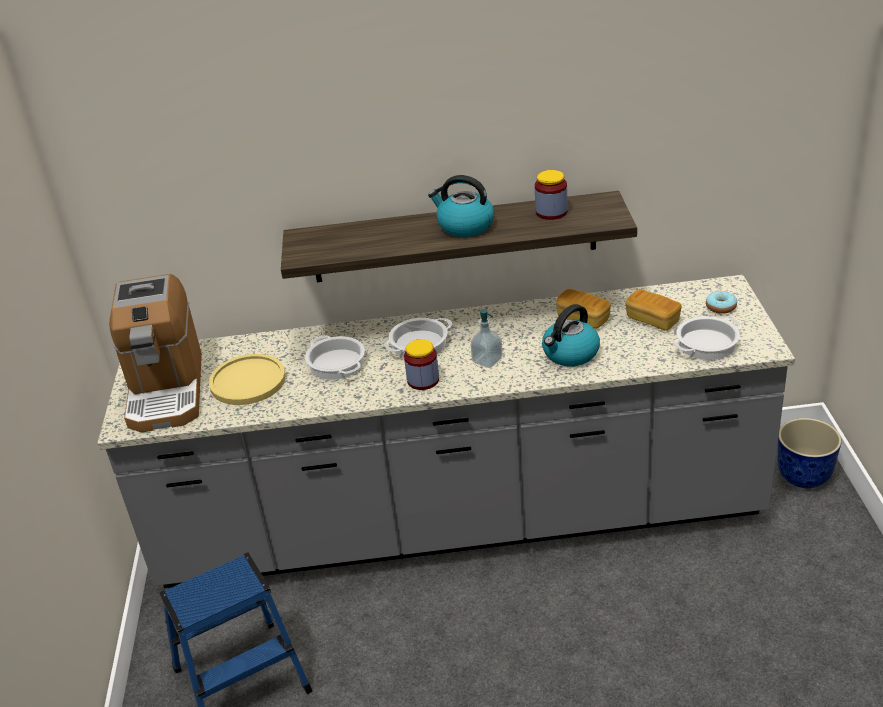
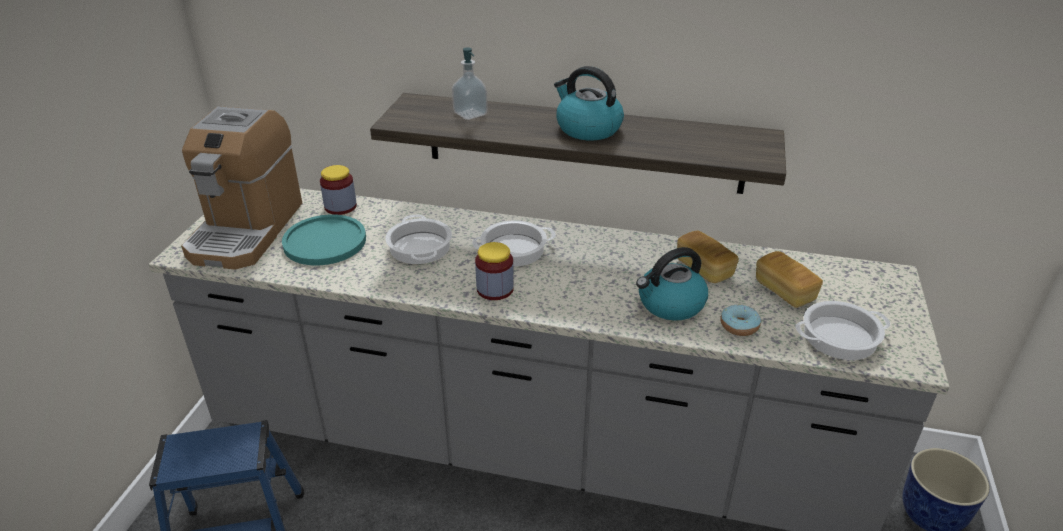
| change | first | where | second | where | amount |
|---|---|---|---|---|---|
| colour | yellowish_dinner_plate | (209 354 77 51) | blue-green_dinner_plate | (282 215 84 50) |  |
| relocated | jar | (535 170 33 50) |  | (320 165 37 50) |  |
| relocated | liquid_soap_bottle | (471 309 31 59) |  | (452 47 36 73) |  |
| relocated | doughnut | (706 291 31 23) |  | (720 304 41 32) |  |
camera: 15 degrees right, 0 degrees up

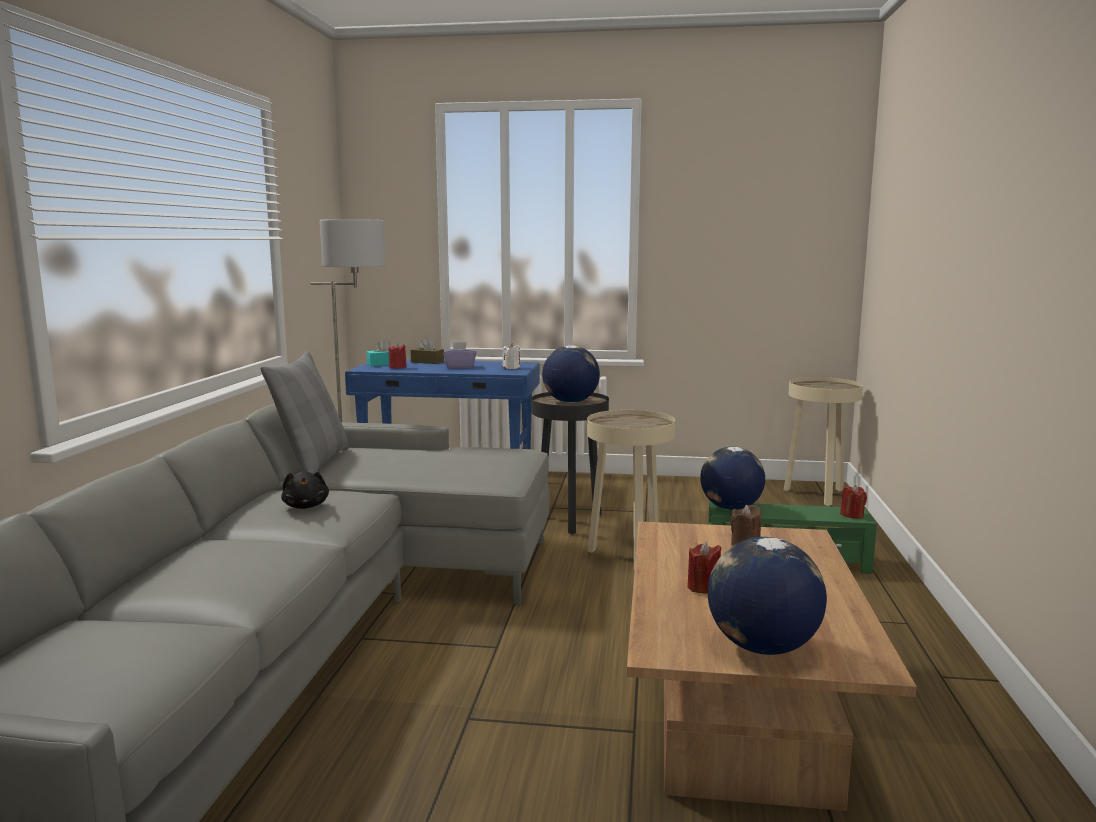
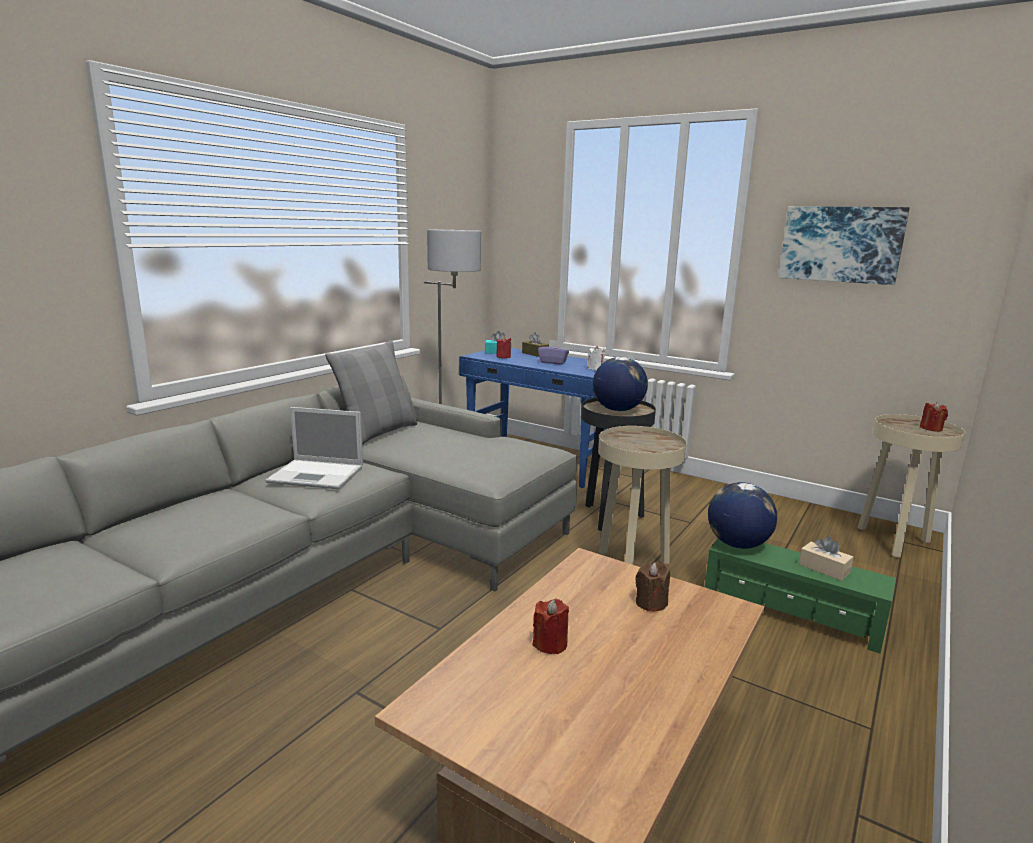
| change | first | where | second | where | amount |
|---|---|---|---|---|---|
| exchanged | black-coloured_plush_toy | (281 471 48 38) | notebook_computer | (266 407 97 82) |  |
| appeared |  |  | wall_art | (779 206 131 79) |  |
| appeared |  |  | beige_tissue_holder | (799 536 54 45) |  |
| relocated | red_candle | (840 485 27 34) |  | (920 402 28 30) |  |
| missing | globe | (708 537 119 118) |  |  |  |
camera: 25 degrees right, 5 degrees up

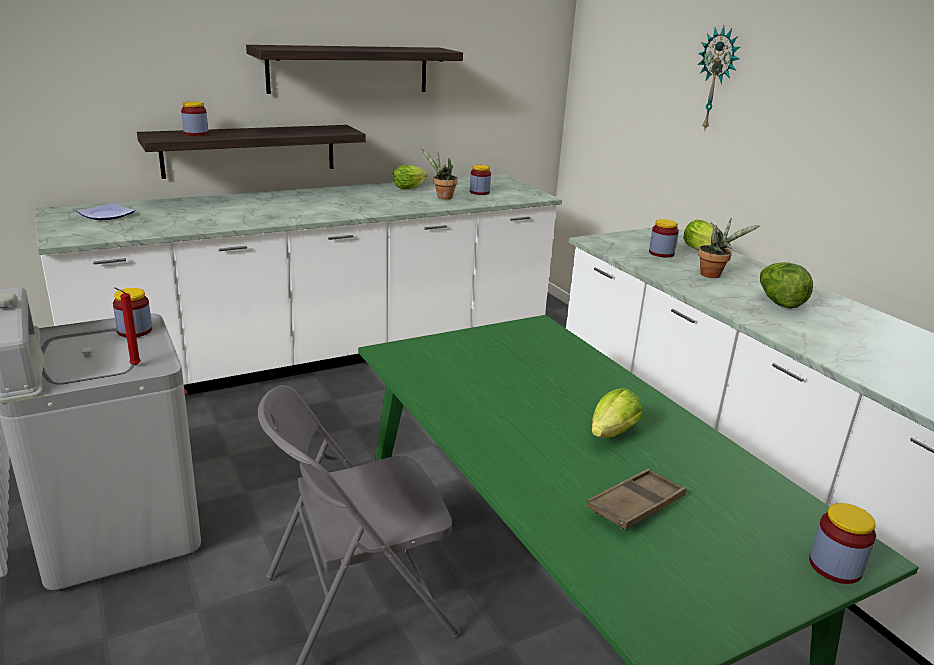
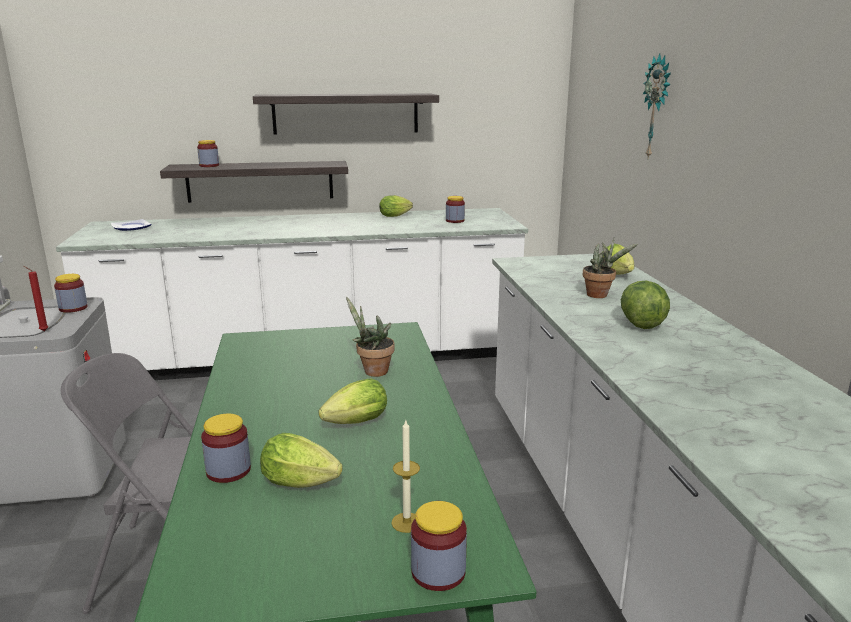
| change | first | where | second | where | amount |
|---|---|---|---|---|---|
| relocated | jar | (649 219 30 38) |  | (201 414 50 69) |  |
| exchanged | brownish_serving_tray | (586 469 100 61) | lettuce_head | (260 433 83 55) |  |
| relocated | plant_in_a_pot | (422 149 36 50) |  | (346 296 49 81) |  |
| appeared |  |  | candle | (391 420 29 113) |  |
camera: 20 degrees right, 5 degrees down

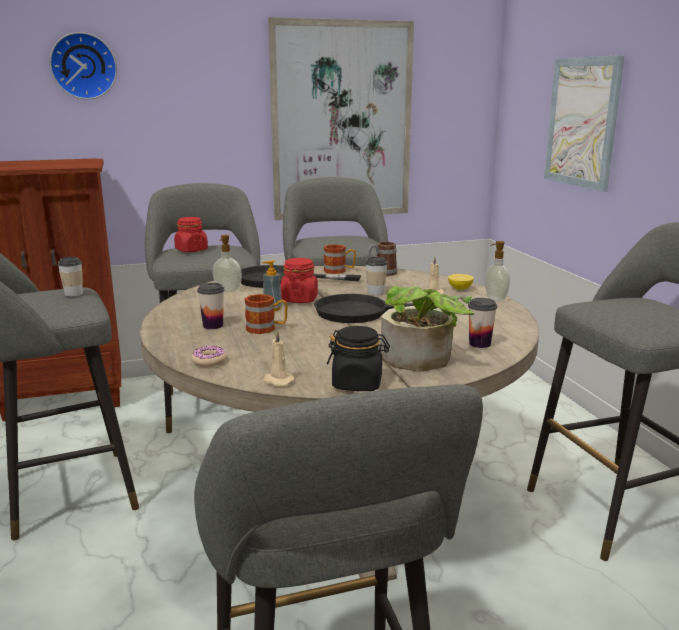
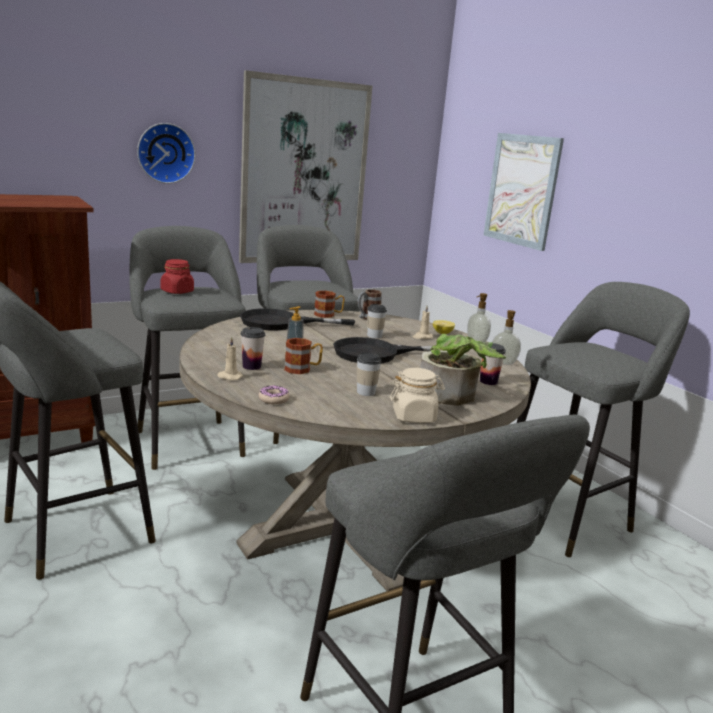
| change | first | where | second | where | amount |
|---|---|---|---|---|---|
| relocated | clock_on_the_wall | (50 32 67 67) |  | (137 123 59 61) |  |
| relocated | beige_candle | (264 330 30 56) |  | (217 336 26 44) |  |
| relocated | cup | (58 257 25 40) |  | (357 352 25 44) |  |
| colour | black-coloured_jar | (327 326 63 65) | beige_jar | (390 368 55 55) |  |
| relocated | liquid_soap_bottle | (213 235 29 57) |  | (492 310 29 55) |  |
| missing | red_jar | (281 258 37 45) |  |  |  |
camera: 15 degrees left, 0 degrees up

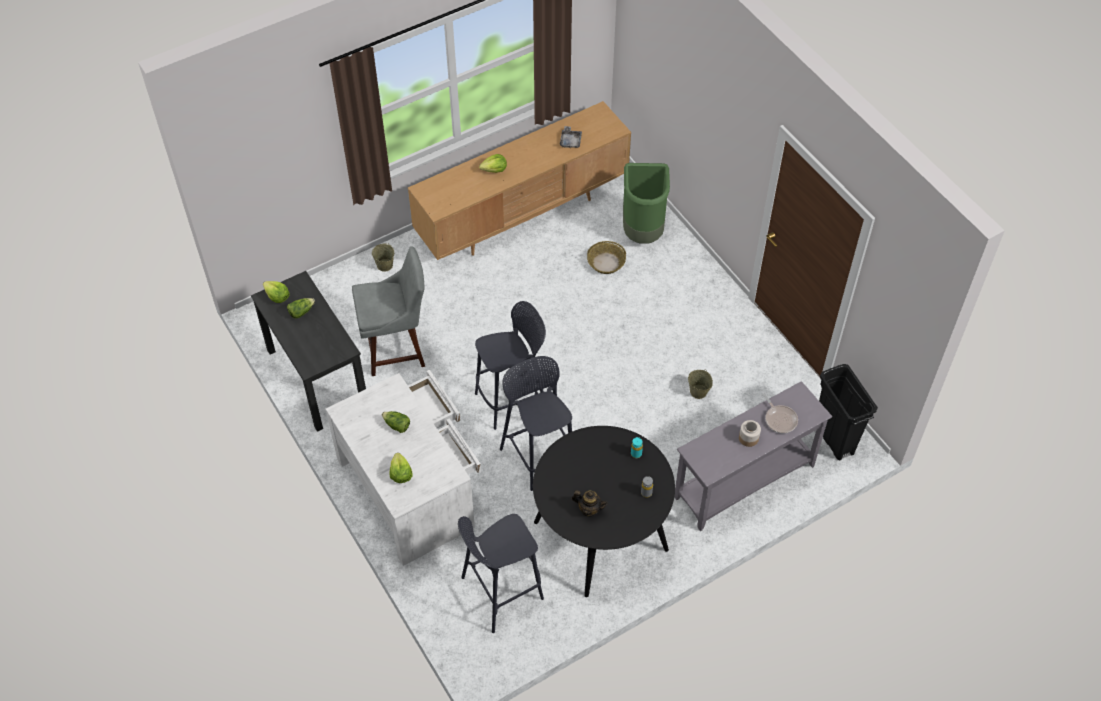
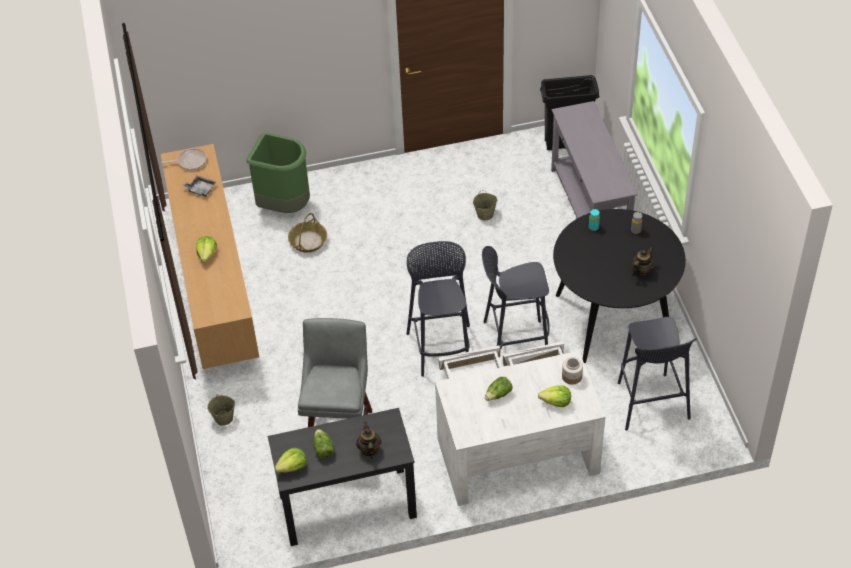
| change | first | where | second | where | amount |
|---|---|---|---|---|---|
| relocated | frying_pan | (762 393 36 40) |  | (161 148 46 22) |  |
| appeared |  |  | tea_pot | (356 421 26 38) |  |
| relocated | jar | (739 420 22 27) |  | (562 357 21 28) |  |
camera: 70 degrees left, 5 degrees down

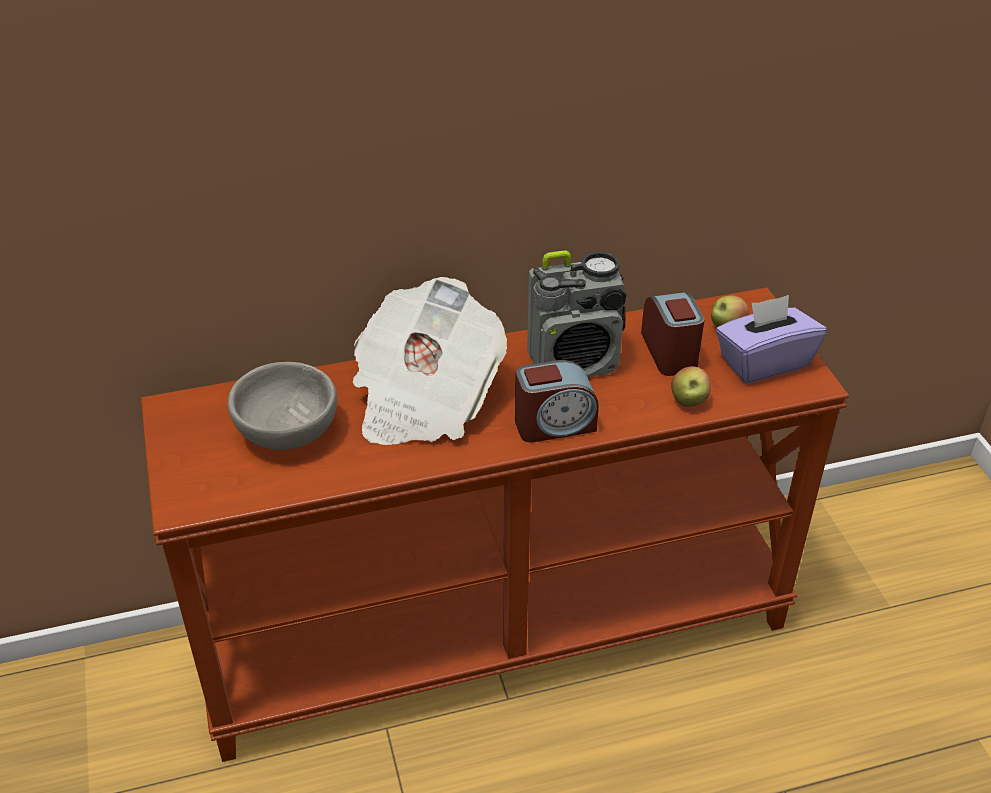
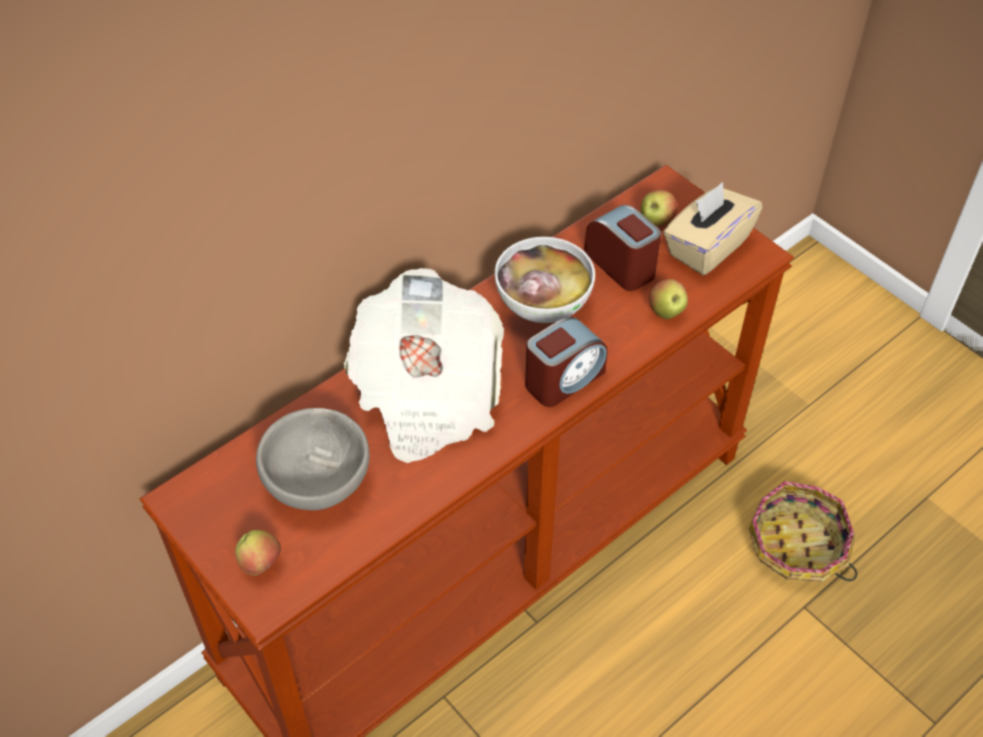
| change | first | where | second | where | amount |
|---|---|---|---|---|---|
| appeared |  |  | apple_fruit | (235 530 46 46) |  |
| exchanged | radio | (527 251 99 126) | bowl | (495 237 100 86) |  |
| colour | purple_tissue_holder | (716 295 110 88) | beige_tissue_holder | (663 182 100 93) |  |
| appeared |  |  | household_basket | (749 481 108 100) |  |
camera: 25 degrees left, 10 degrees up

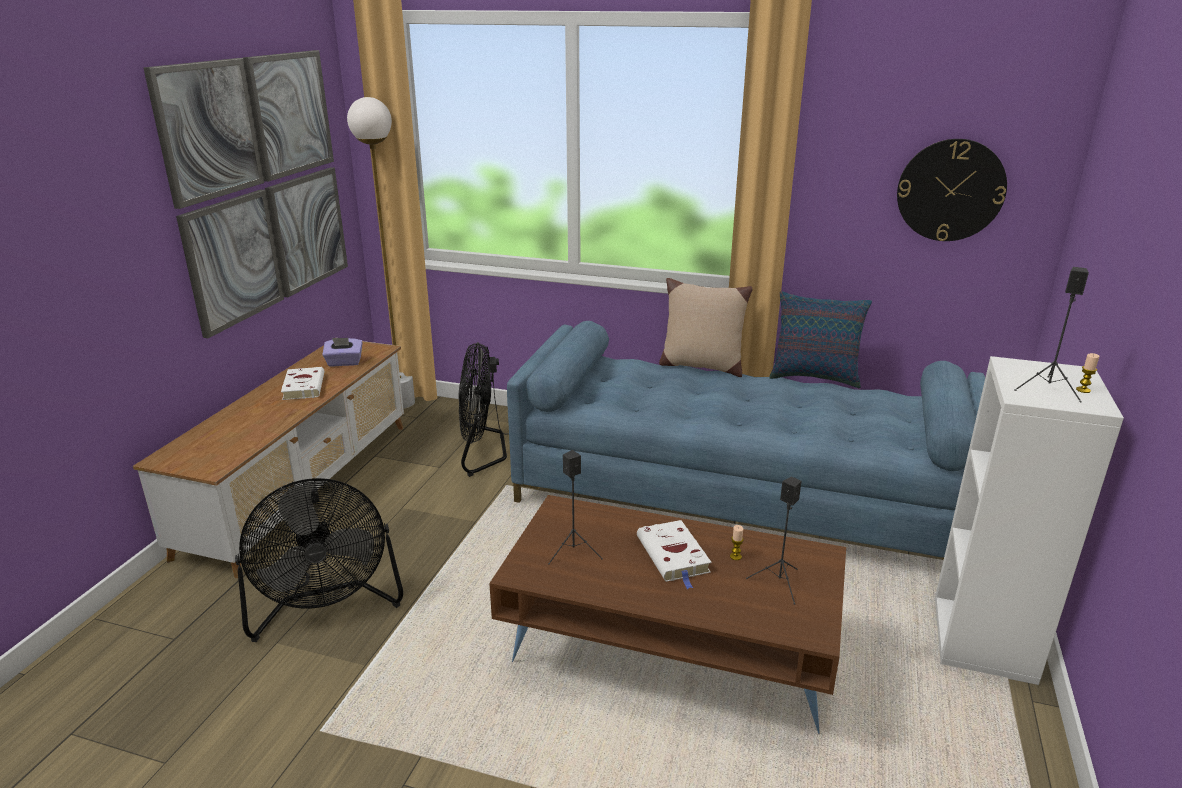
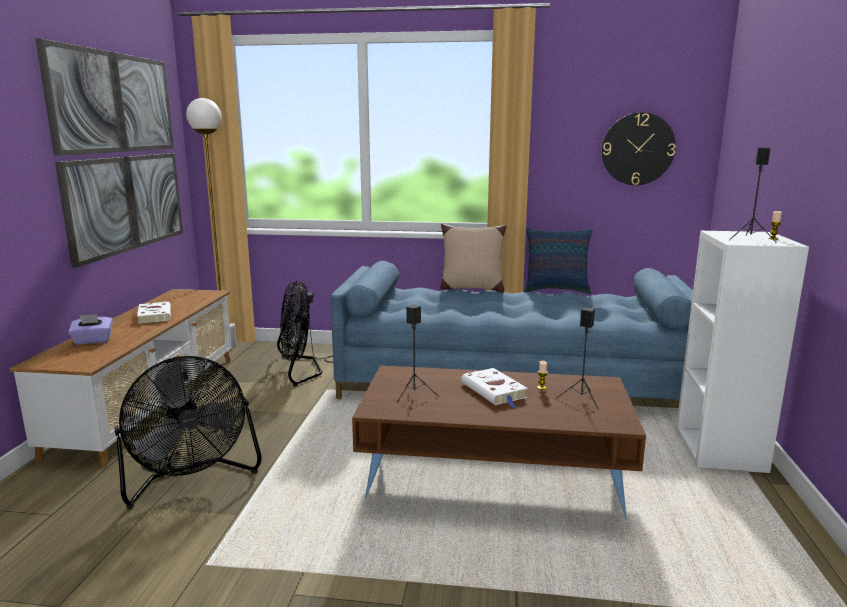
| change | first | where | second | where | amount |
|---|---|---|---|---|---|
| relocated | purple_tissue_holder | (322 338 41 28) |  | (68 314 45 31) |  |
camera: 10 degrees left, 10 degrees down

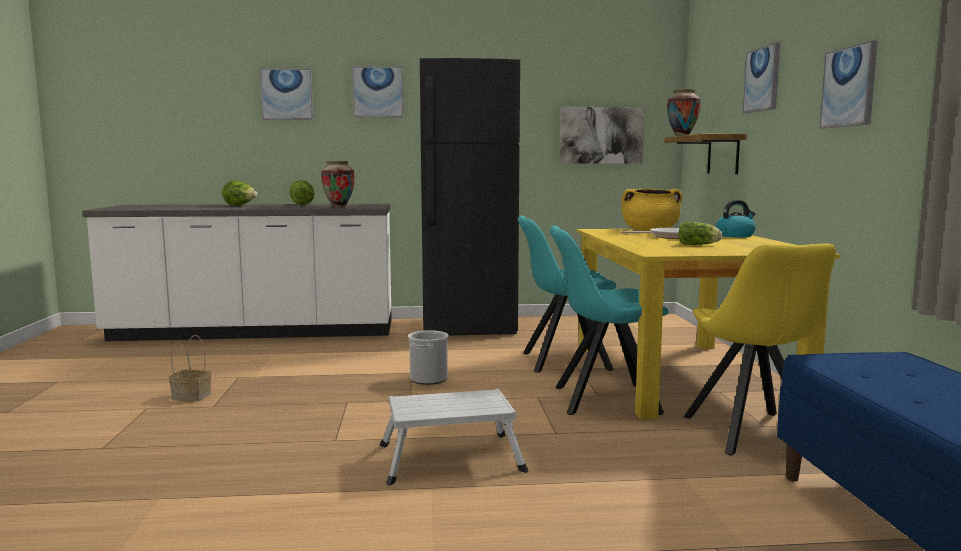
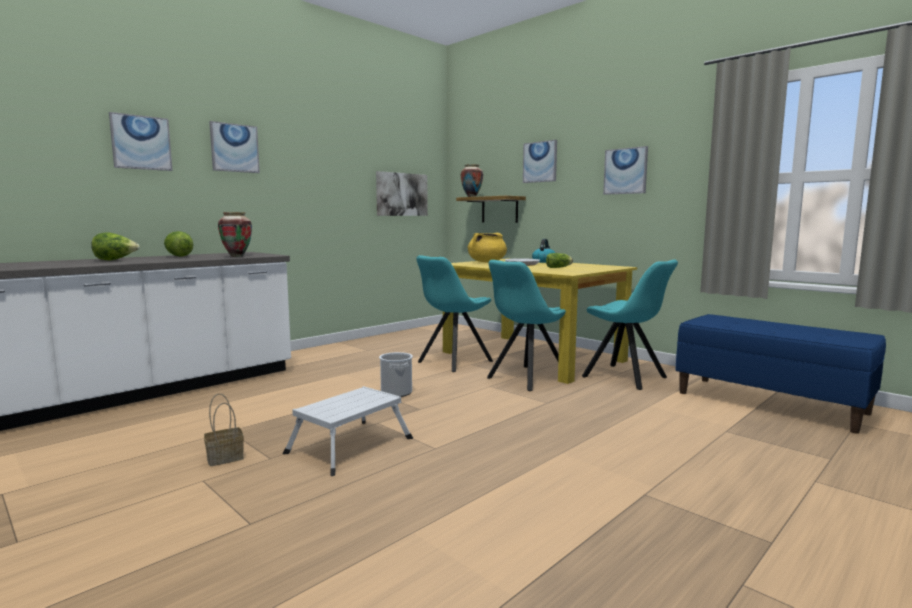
| change | first | where | second | where | amount |
|---|---|---|---|---|---|
| relocated | white-coloured_step_stool | (379 389 149 97) |  | (283 386 130 90) |  |
| colour | yellowish_upright_chair | (684 243 152 213) | blue-green_upright_chair | (582 260 96 130) |  |
| missing | black-coloured_refrigerator | (420 58 100 277) |  |  |  |
camera: 40 degrees left, 0 degrees up

